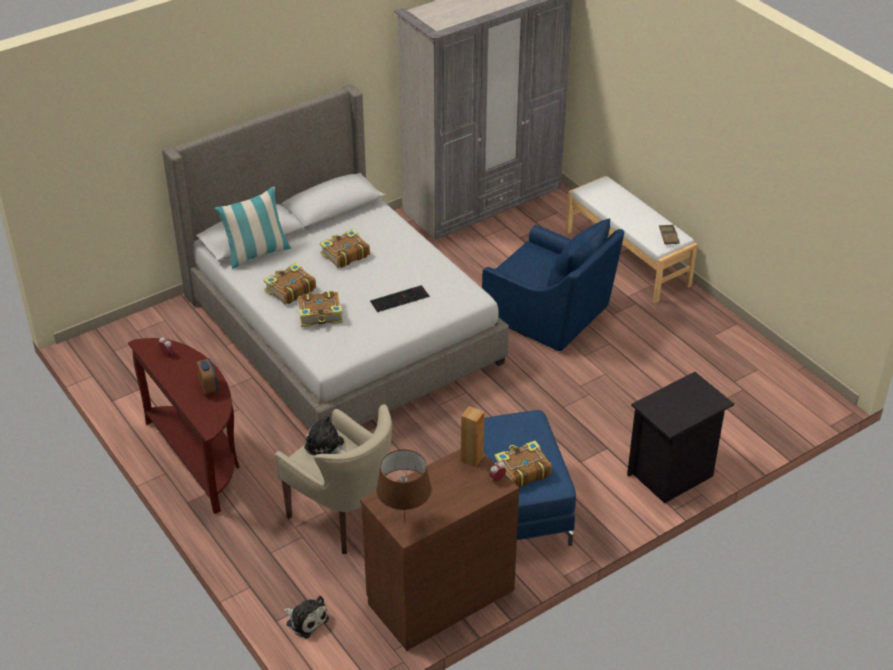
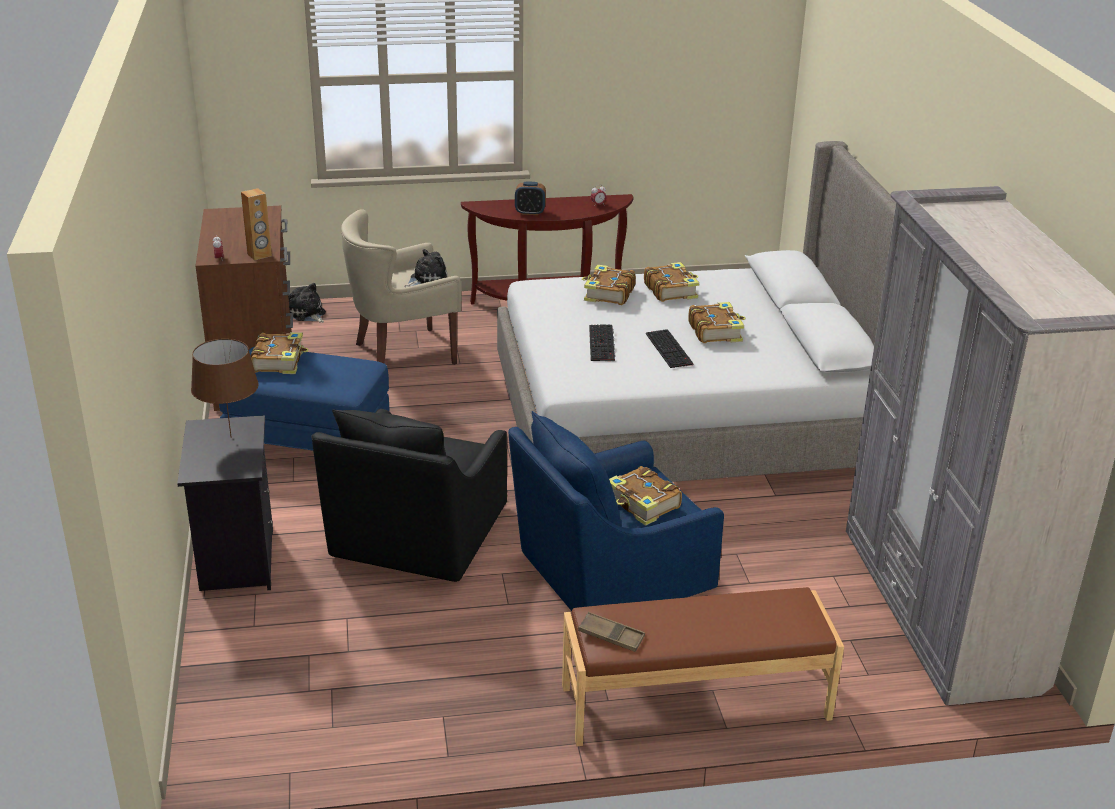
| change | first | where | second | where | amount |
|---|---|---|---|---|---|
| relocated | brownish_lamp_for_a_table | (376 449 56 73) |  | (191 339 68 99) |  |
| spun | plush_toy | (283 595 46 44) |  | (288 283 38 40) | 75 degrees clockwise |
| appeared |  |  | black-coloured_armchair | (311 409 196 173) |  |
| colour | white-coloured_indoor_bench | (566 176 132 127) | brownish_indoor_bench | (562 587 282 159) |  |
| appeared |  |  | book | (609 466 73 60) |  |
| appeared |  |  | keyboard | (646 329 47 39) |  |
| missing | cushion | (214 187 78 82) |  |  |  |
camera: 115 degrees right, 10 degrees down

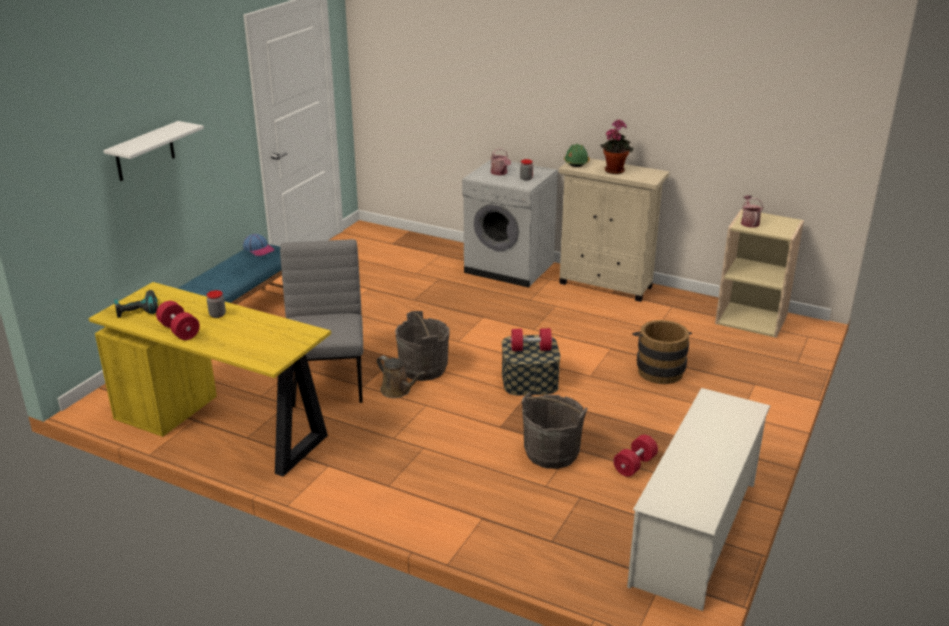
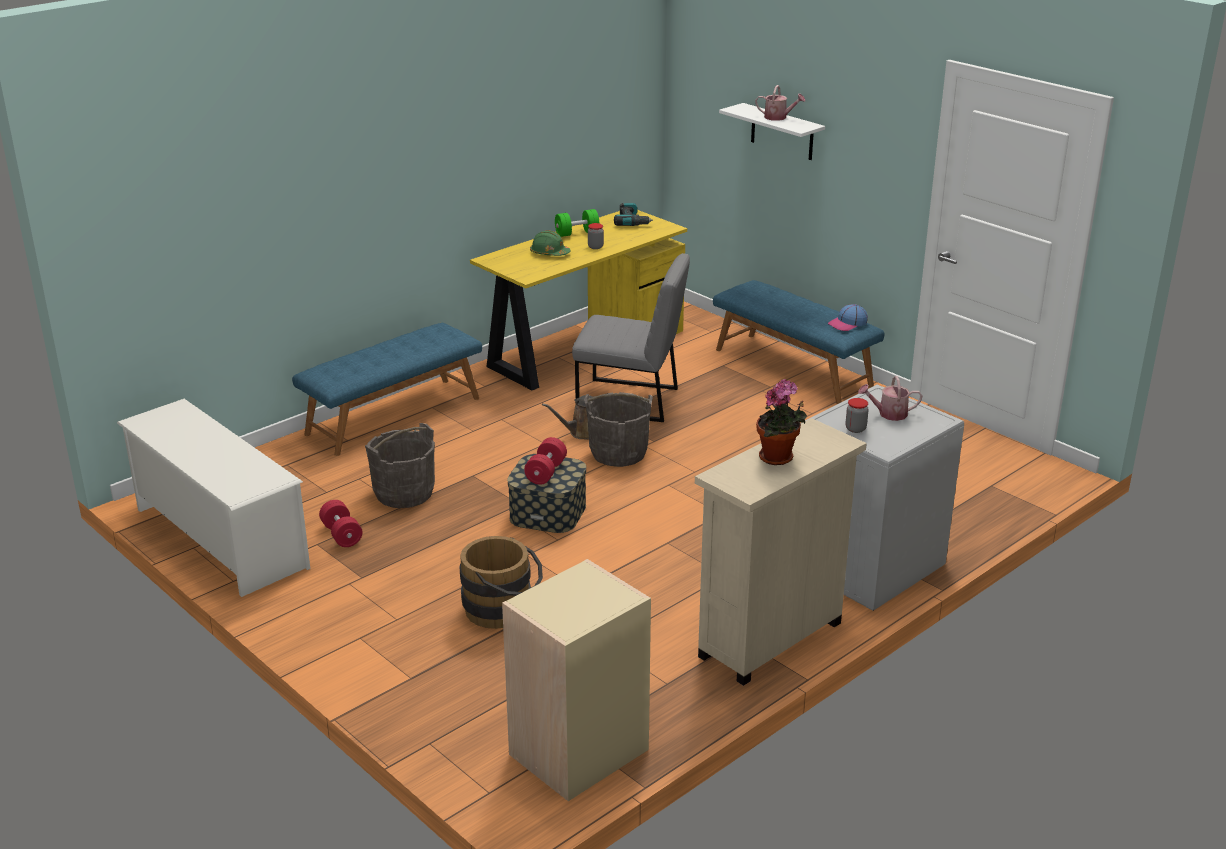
| change | first | where | second | where | amount |
|---|---|---|---|---|---|
| appeared |  |  | blue_indoor_bench | (292 323 190 133) |  |
| relocated | green-coloured_safety_helmet | (564 144 25 23) |  | (530 230 40 26) |  |
| colour | red_free_weight | (156 301 44 39) | green-coloured_free_weight | (555 209 44 28) |  |
| relocated | watering_can | (741 195 22 33) |  | (755 85 50 36) |  |
camera: 110 degrees right, 0 degrees up

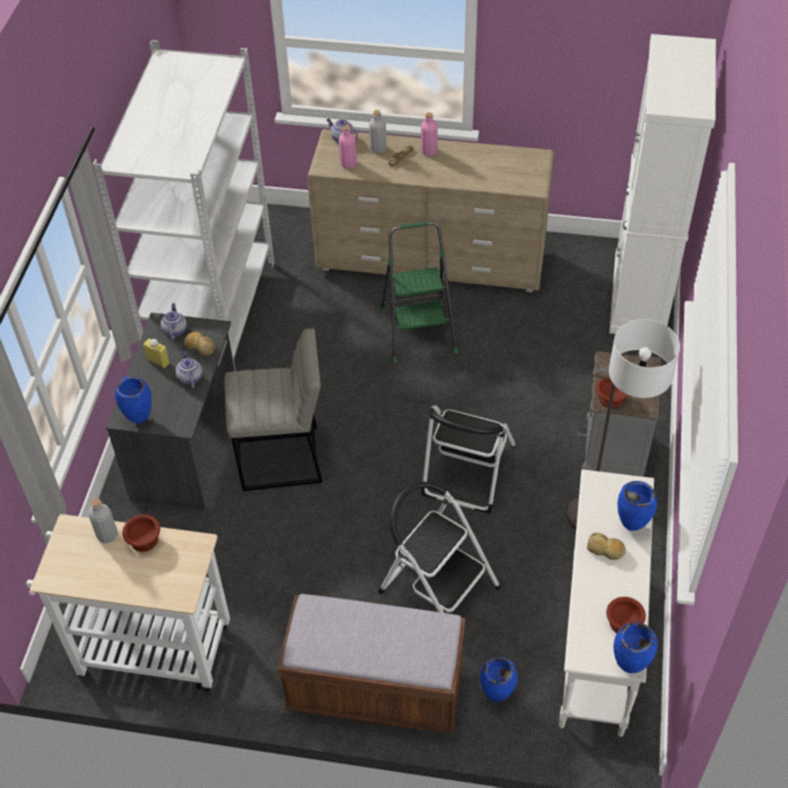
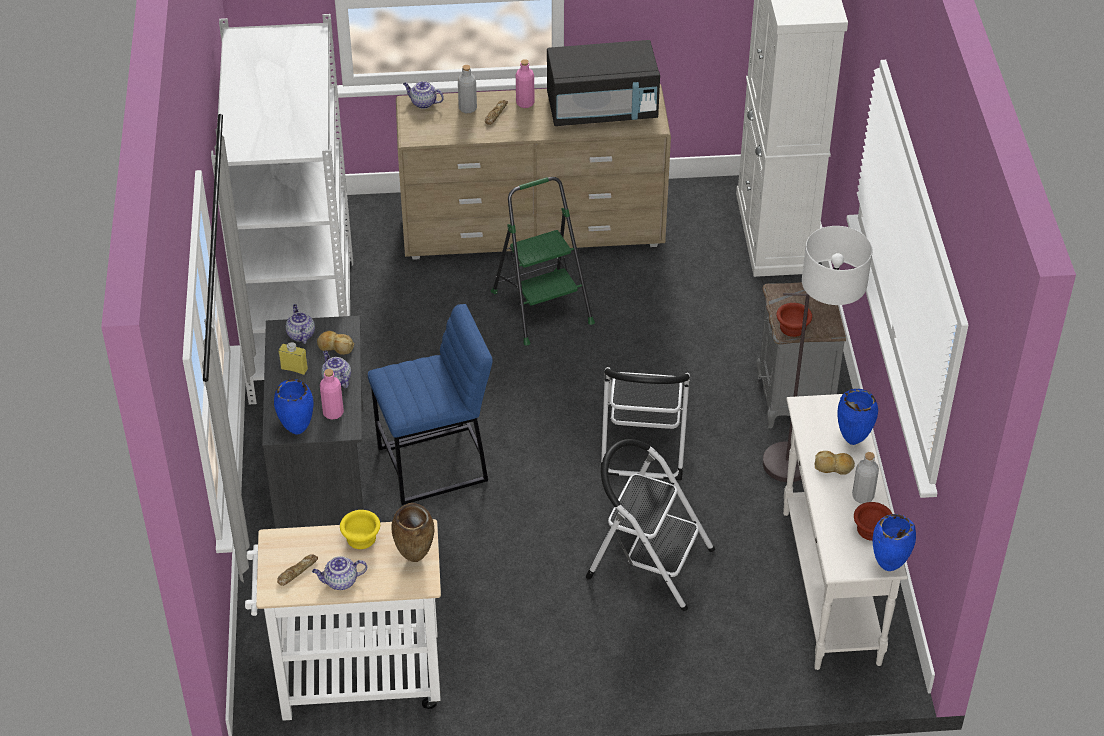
| change | first | where | second | where | amount |
|---|---|---|---|---|---|
| appeared |  |  | bread | (277 554 41 32) |  |
| appeared |  |  | tea_pot | (312 556 55 34) |  |
| relocated | pink_bottle | (339 125 18 44) |  | (320 369 24 51) |  |
| colour | brownish_bowl | (122 515 38 37) | yellowish_bowl | (340 510 40 39) |  |
| colour | greyish_upright_chair | (225 328 97 163) | blue_upright_chair | (368 304 125 201) |  |
| appeared |  |  | brownish_vase | (391 503 43 59) |  |
| appeared |  |  | black-coloured_microwave | (547 40 113 86) |  |
| relocated | greyish_bottle | (89 498 29 45) |  | (852 452 27 52) |  |
| missing | brownish_indoor_bench | (277 594 189 140) |  |  |  |
| missing | blue_vase | (480 657 38 45) |  |  |  |
camera: 15 degrees left, 5 degrees down

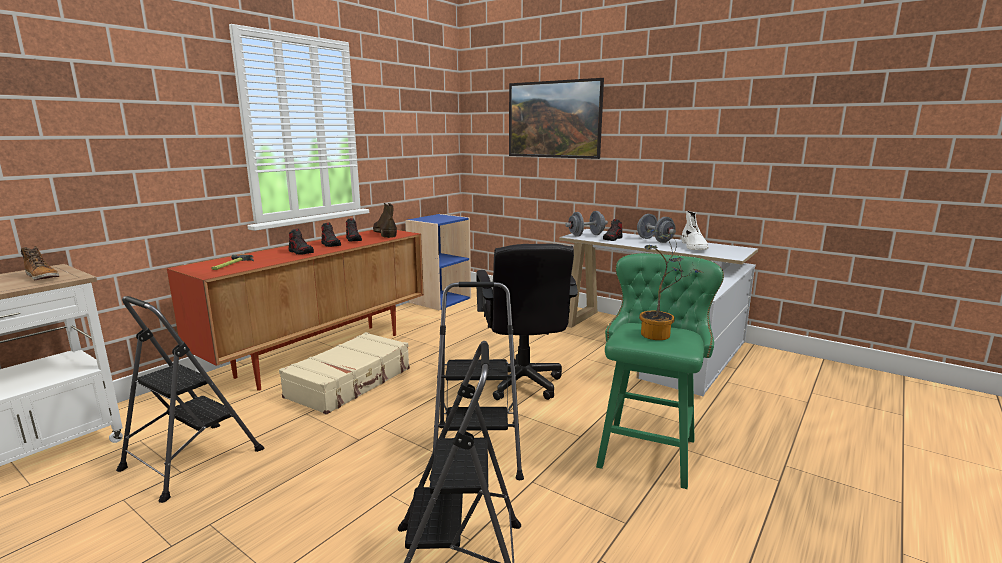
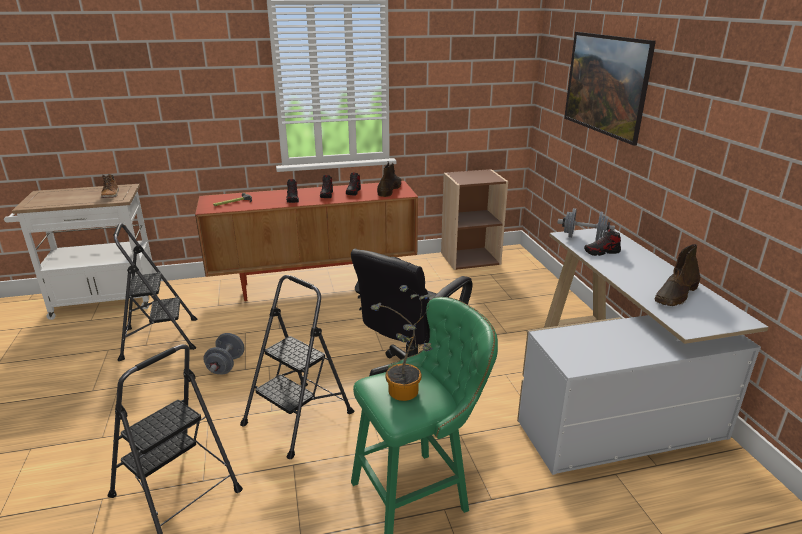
| change | first | where | second | where | amount |
|---|---|---|---|---|---|
| relocated | greyish_free_weight | (637 214 39 29) |  | (203 333 42 41) |  |
| colour | blue_bookcase | (405 214 66 96) | brownish_bookcase | (441 169 67 101) |  |
| colour | white-coloured_tall_boot | (682 211 27 39) | brownish_tall_boot | (654 244 46 62) |  |
| missing | beige_suitcase | (279 332 131 83) |  |  |  |
camera: 40 degrees right, 10 degrees up

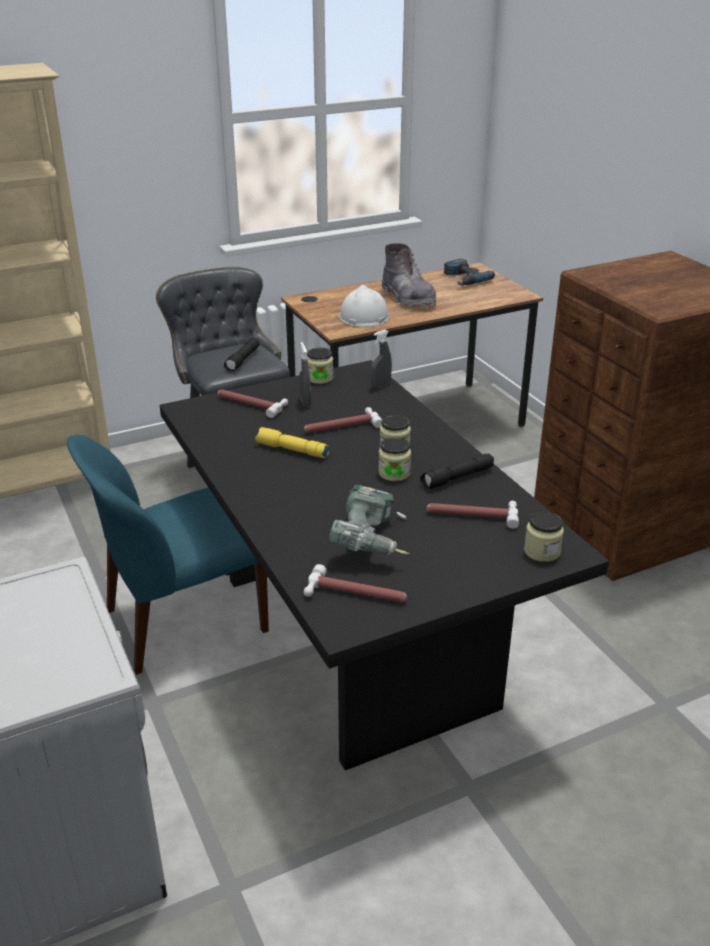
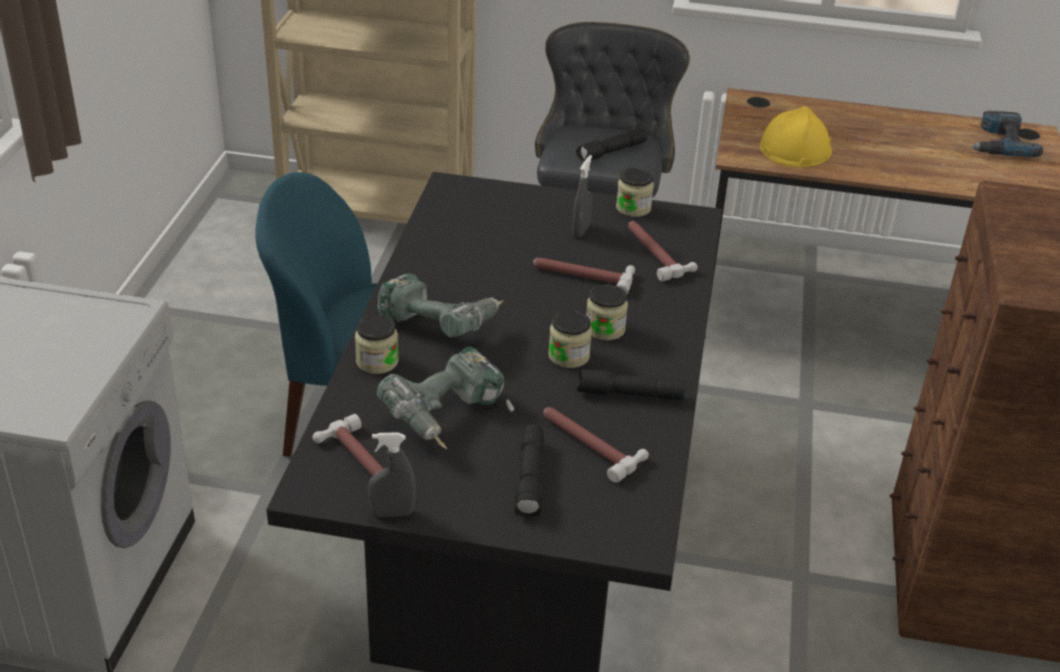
| change | first | where | second | where | amount |
|---|---|---|---|---|---|
| relocated | jar | (524 511 40 51) |  | (355 315 44 59) |  |
| relocated | greyish_sprayer | (371 329 21 60) |  | (368 432 48 85) |  |
| appeared |  |  | electric_drill | (378 274 126 64) |  |
| appeared |  |  | black-coloured_torch | (515 425 29 91) |  |
| relocated | hand_hammer | (218 390 70 28) |  | (628 221 70 60) |  |
| colour | white-coloured_safety_helmet | (339 285 50 42) | yellowish_safety_helmet | (760 106 72 61) |  |
| missing | yellowish_torch | (255 427 74 31) |  |  |  |
| missing | greyish_tall_boot | (382 243 54 65) |  |  |  |
camera: 35 degrees right, 5 degrees up

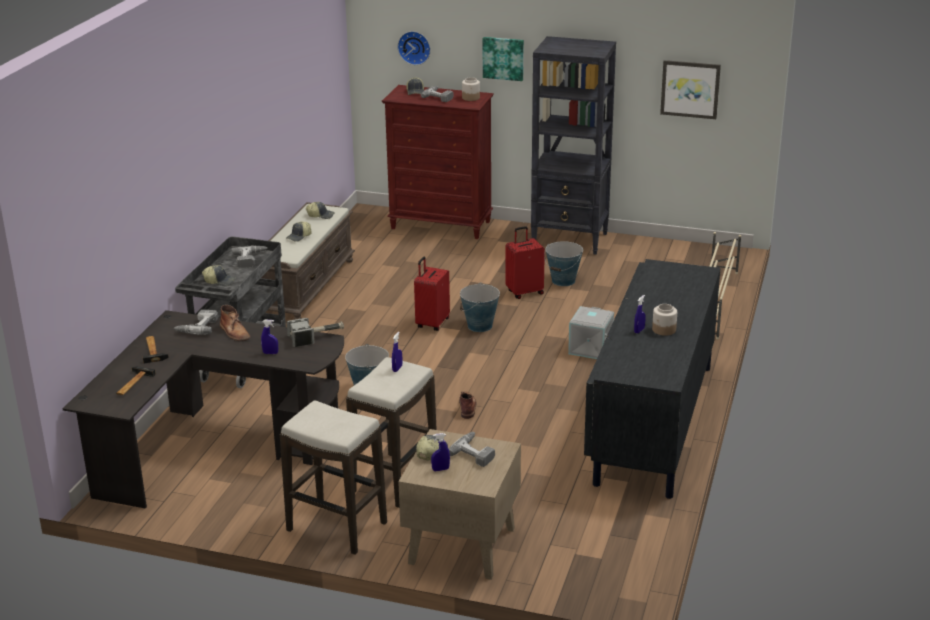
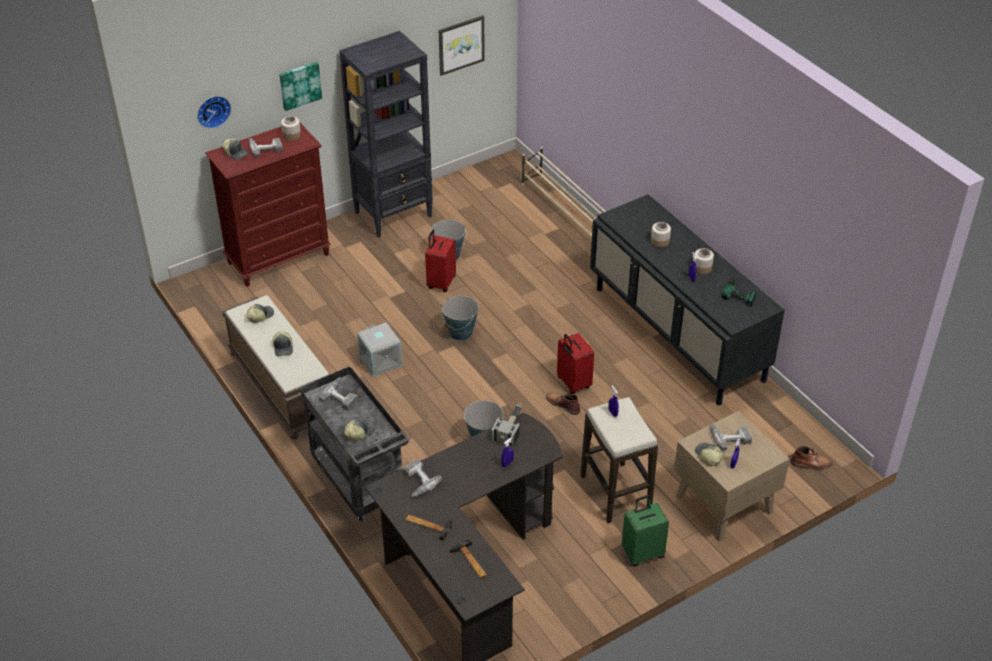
| change | first | where | second | where | amount |
|---|---|---|---|---|---|
| relocated | greyish_storage_box | (568 306 46 53) |  | (357 322 45 54) |  |
| relocated | red_suitcase | (414 256 36 75) |  | (557 333 37 61) |  |
| exchanged | sitting_stool | (280 401 107 154) | green-coloured_suitcase | (622 495 47 71) |  |
| appeared |  |  | jar | (651 222 20 25) |  |
| appeared |  |  | electric_drill | (722 276 34 31) |  |
| relocated | brownish_tall_boot | (220 305 30 36) |  | (791 446 42 24) |  |
camera: 50 degrees left, 15 degrees up

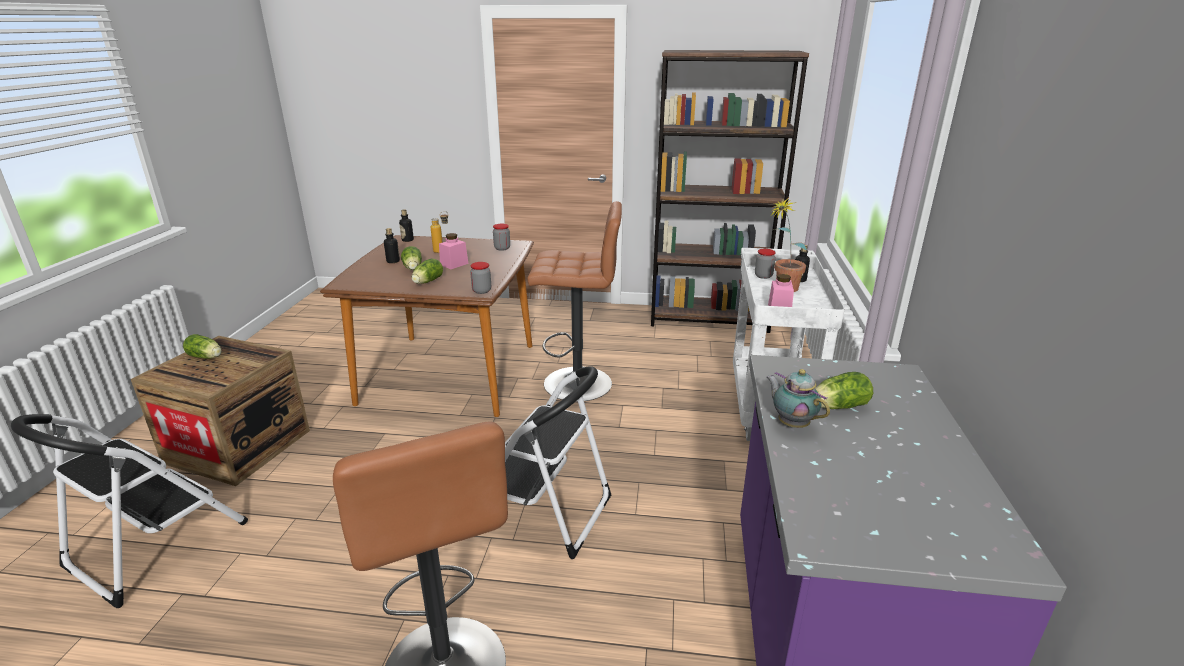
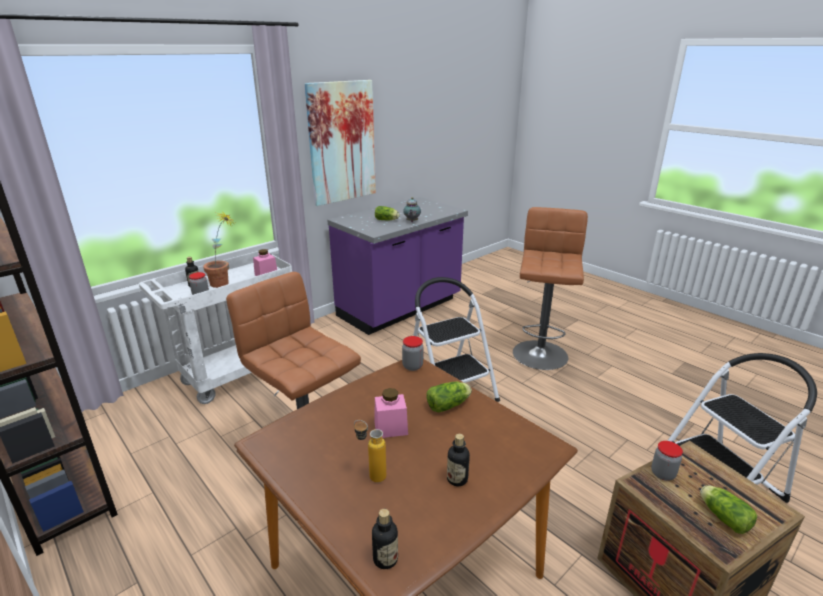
| change | first | where | second | where | amount |
|---|---|---|---|---|---|
| appeared |  |  | wall_art | (305 80 71 126) |  |
| relocated | jar | (493 224 17 27) |  | (651 441 32 40) |  |
| missing | lettuce_head | (401 246 21 24) |  |  |  |
camera: 140 degrees left, 0 degrees up

